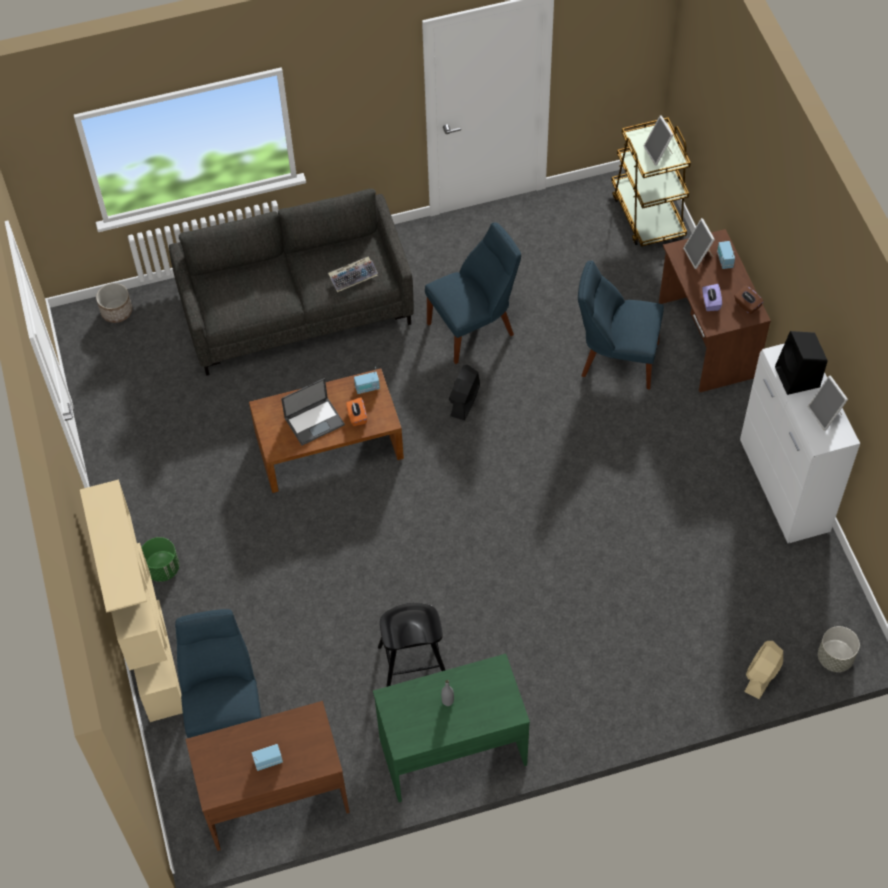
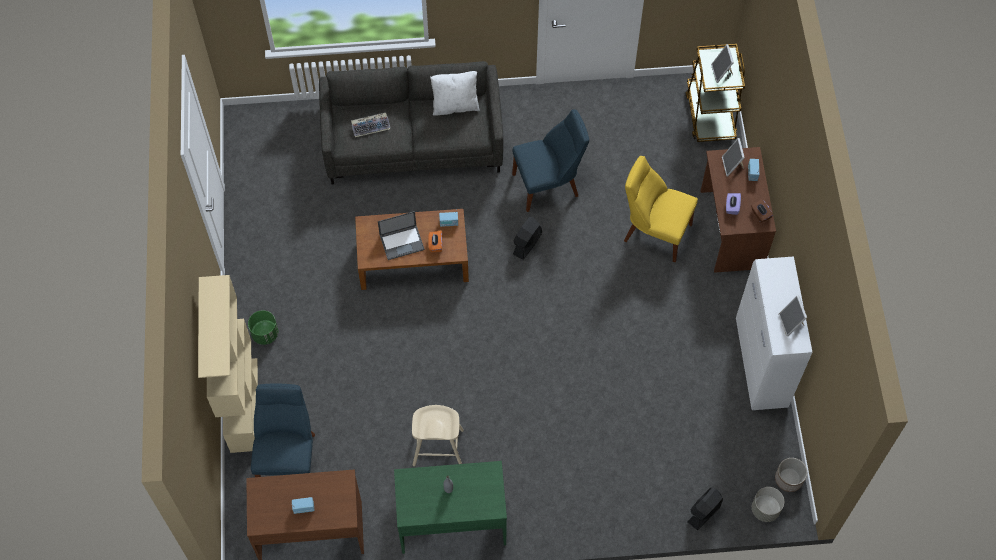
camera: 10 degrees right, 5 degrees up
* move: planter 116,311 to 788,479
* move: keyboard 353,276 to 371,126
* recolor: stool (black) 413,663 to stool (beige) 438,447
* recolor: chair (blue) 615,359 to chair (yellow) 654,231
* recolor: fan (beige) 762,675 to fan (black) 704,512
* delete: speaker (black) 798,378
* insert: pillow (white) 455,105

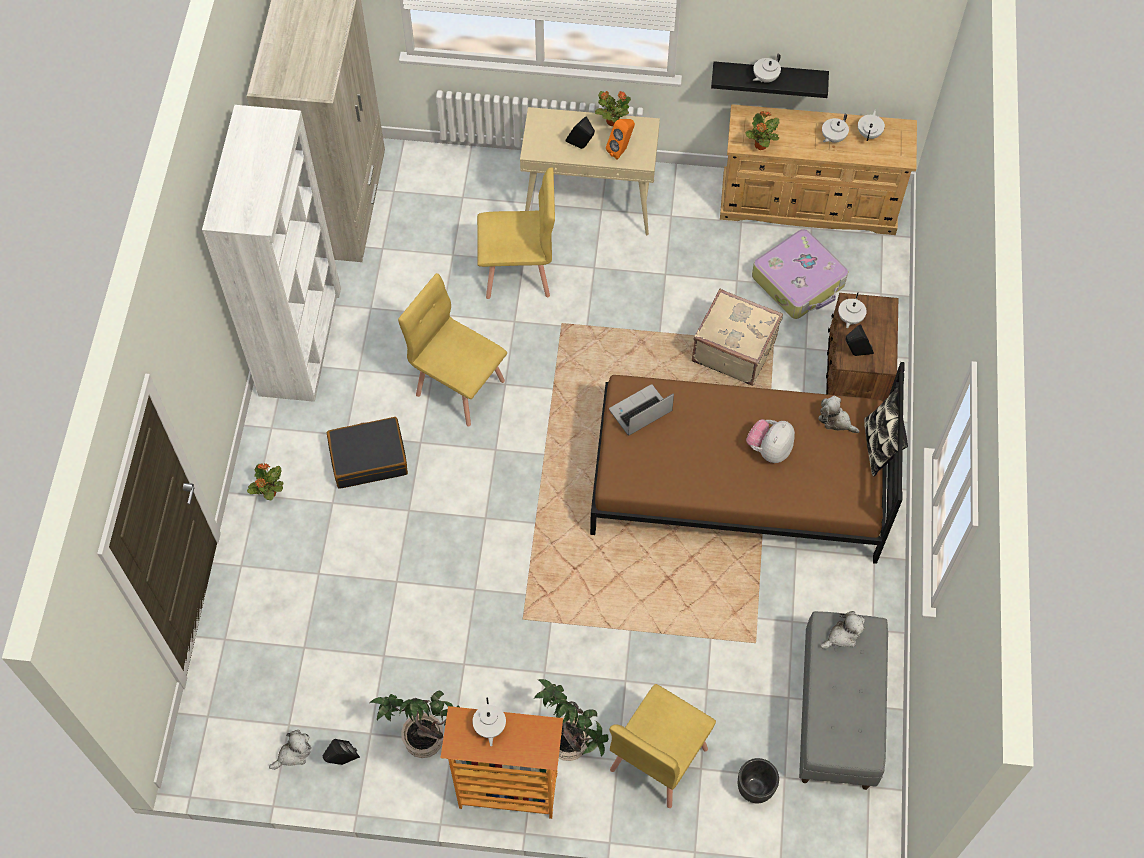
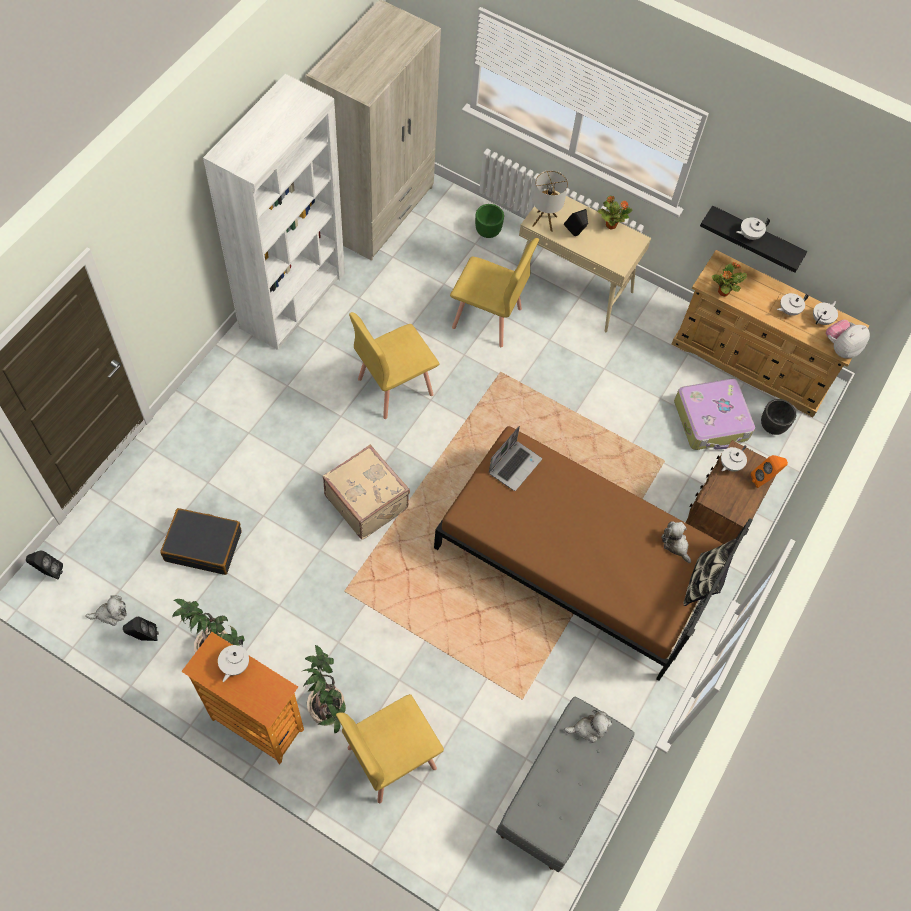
camera: 20 degrees right, 0 degrees up
* delete: potted plant 269,493
* move: suitcase (black) 368,458 to 203,545
* rotate: chair (yellow) 460,386 = 394,386 90 degrees counterclockwise
* move: speaker (orange) 621,150 to 764,479
* rotate: laptop 640,412 = 515,465 135 degrees clockwise
* move: suitcase (beige) 734,349 to 367,501
* move: planter (black) 755,788 to 772,426
* move: plush toy 769,449 to 840,348
* move: speaker (black) 855,353 to 49,572
* insert: planter (green) 488,231
* insert: table lamp 544,221

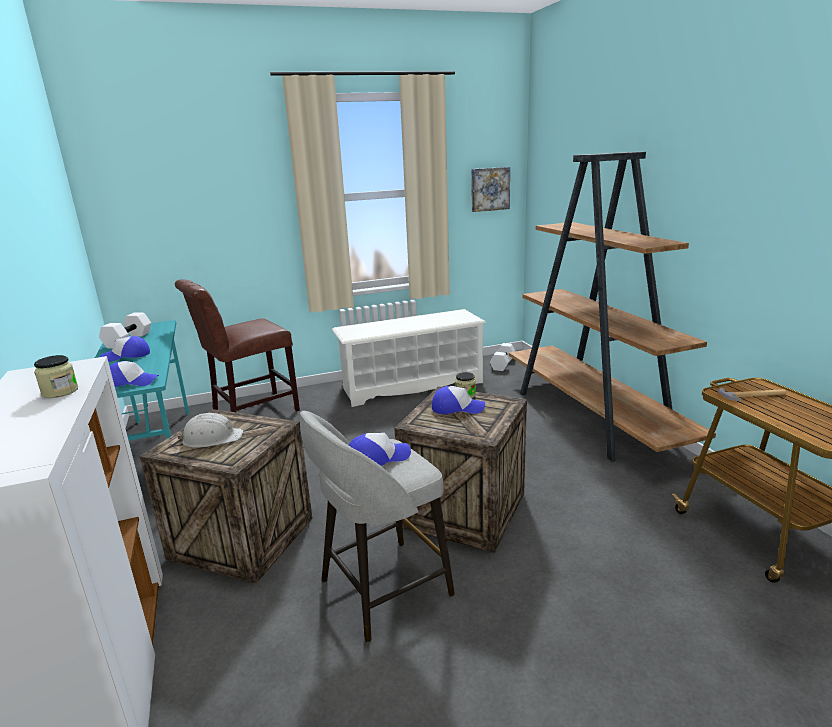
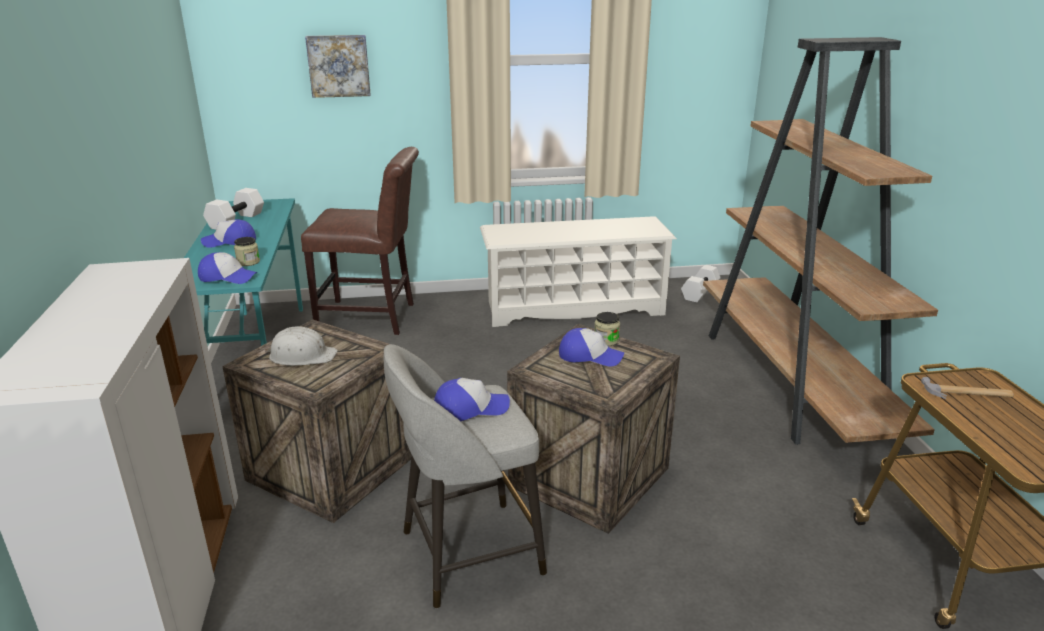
camera: 10 degrees right, 5 degrees up
* move: jar 60,392 to 248,262
* rotate: chair (brown) 250,412 = 372,318 150 degrees counterclockwise
* move: picture 489,189 to 338,65

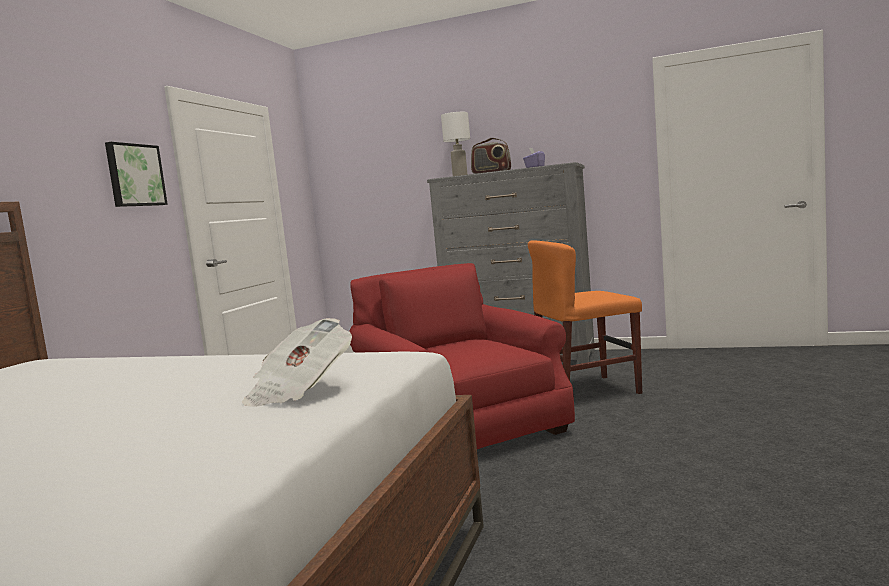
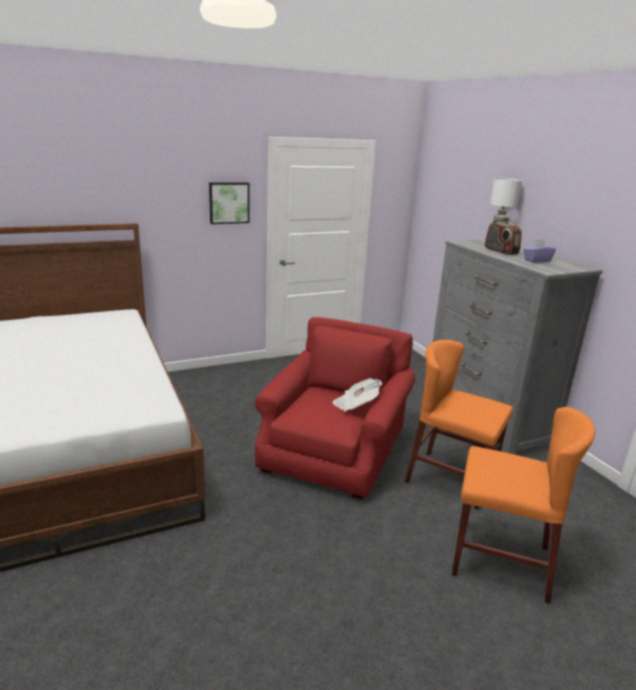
camera: 45 degrees right, 15 degrees up
* move: newspaper 299,391 to 355,405
* insert: chair (orange) 500,561

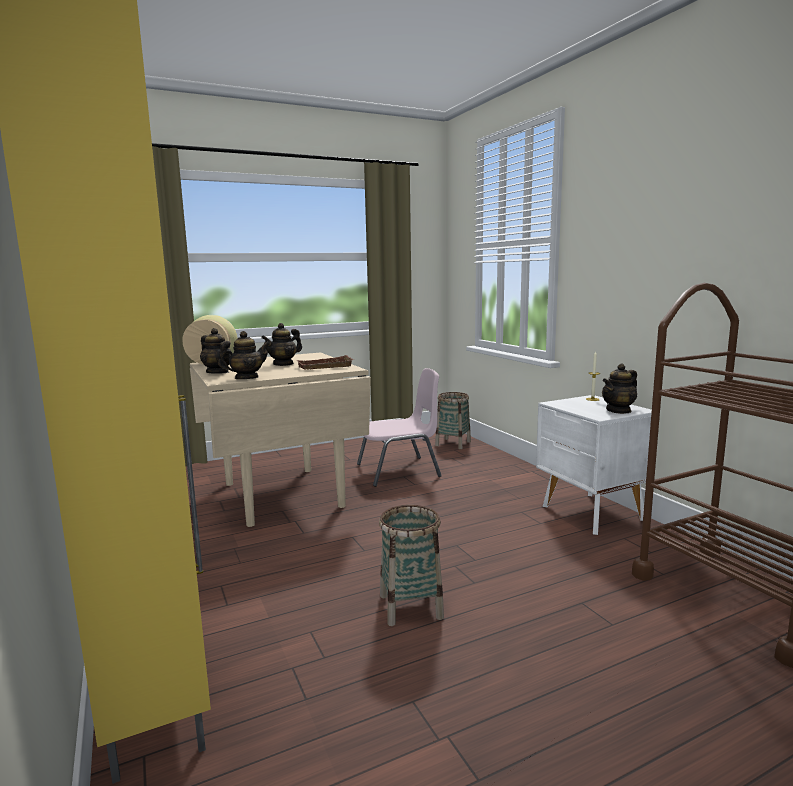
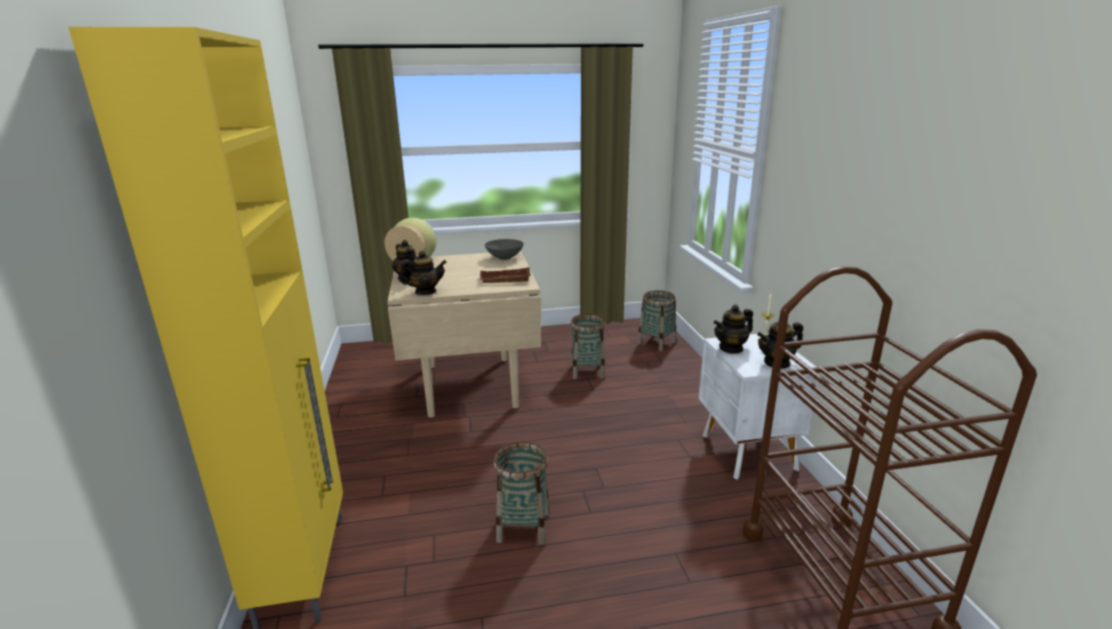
camera: 15 degrees right, 10 degrees up
* move: teapot 283,364 to 731,348
* replace: chair (pink) 399,471 to basket 587,371
* insert: bowl (grey) 504,258

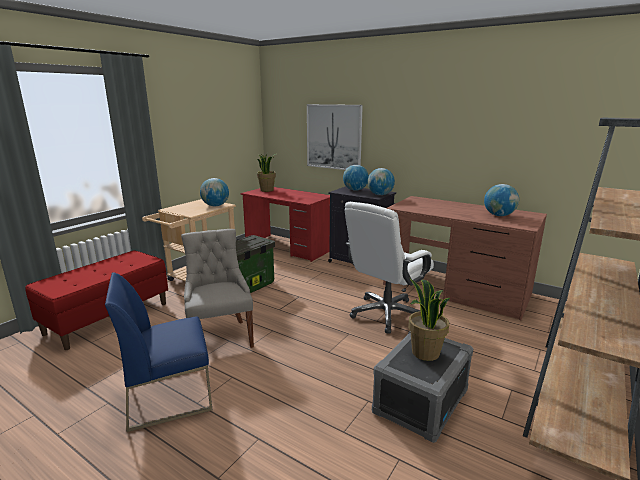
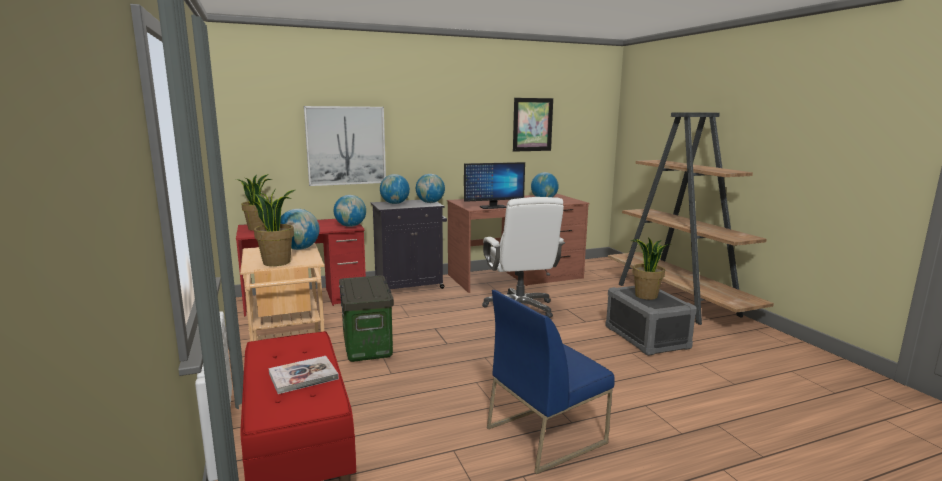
camera: 55 degrees left, 5 degrees down
* rotate: chair (blue) 170,396 = 546,434 45 degrees clockwise
* delete: chair (grey) 220,337
* insert: potted plant 277,262
* insert: book 303,376
* insert: globe 350,226
* insert: monitor 493,207
* insert: picture 532,124

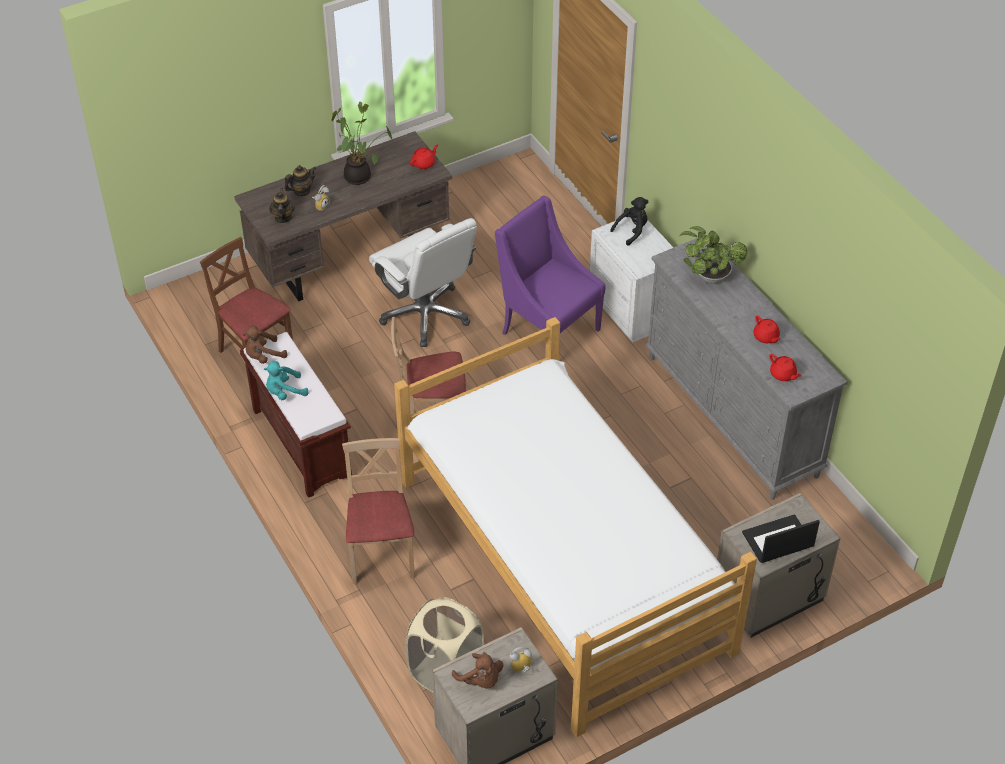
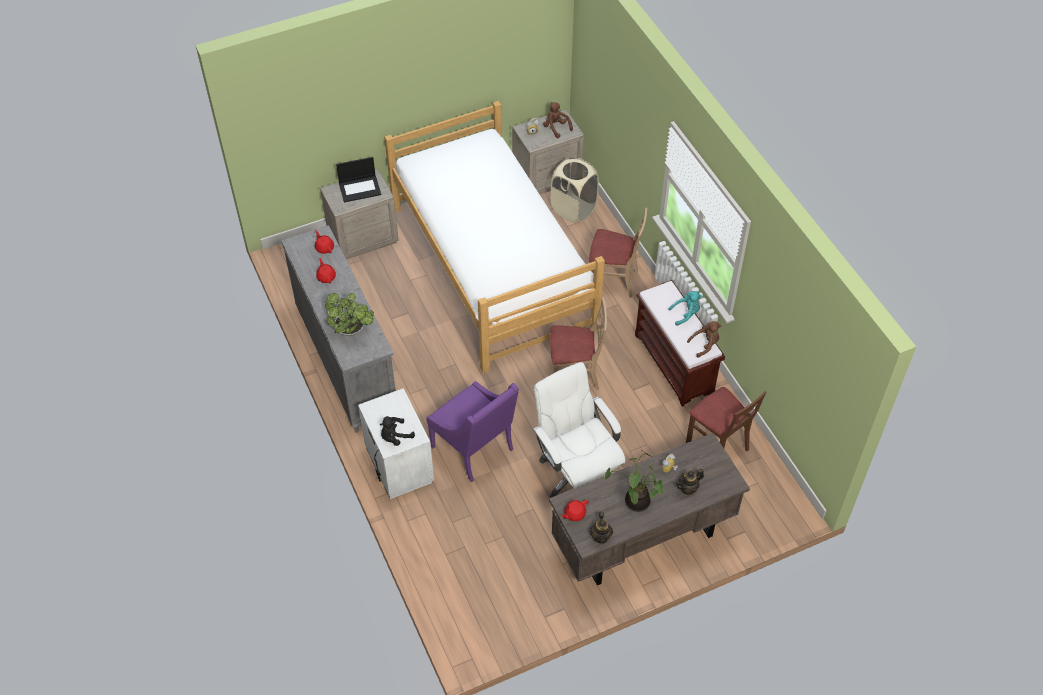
camera: 175 degrees left, 5 degrees up
* move: teapot 282,218 to 601,536
* rotate: chair (beige) 381,555 = 613,280 75 degrees counterclockwise

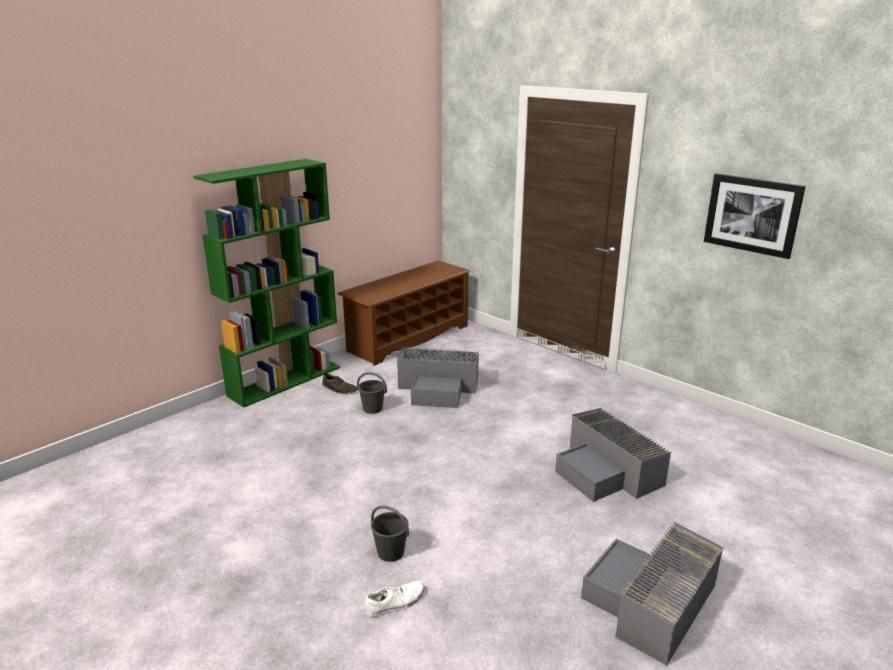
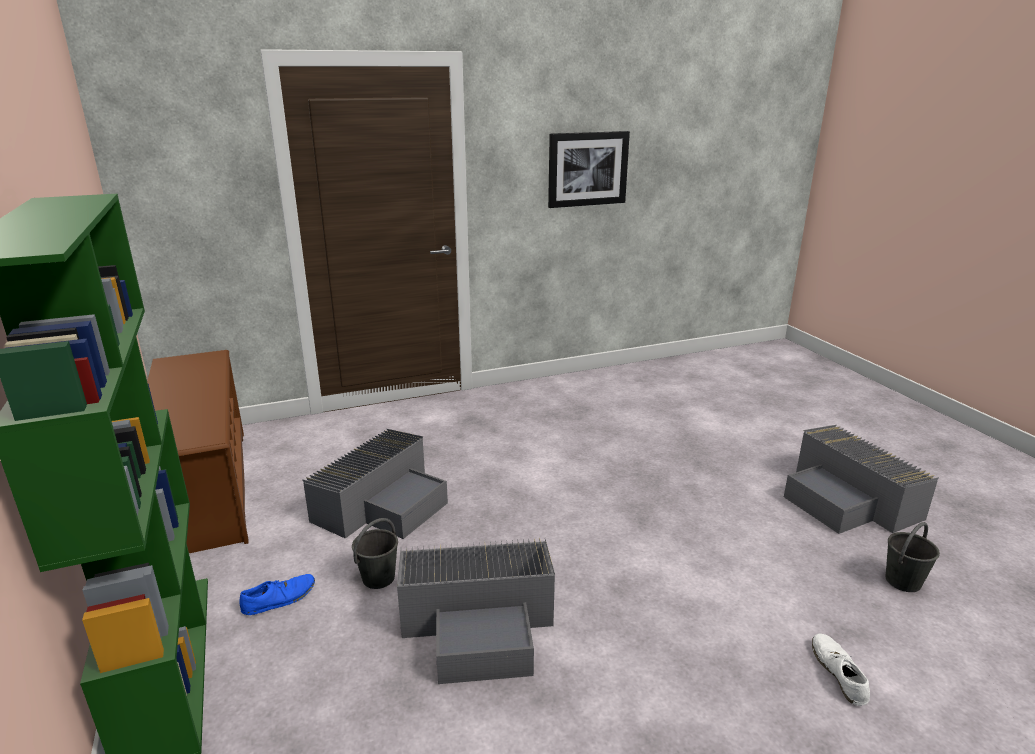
camera: 65 degrees left, 0 degrees up
* recolor: shoe (brown) 339,389 to shoe (blue) 279,599
* move: bucket (grey) 390,552 to 902,581
* move: storage box (grey) 608,472 to 481,623

